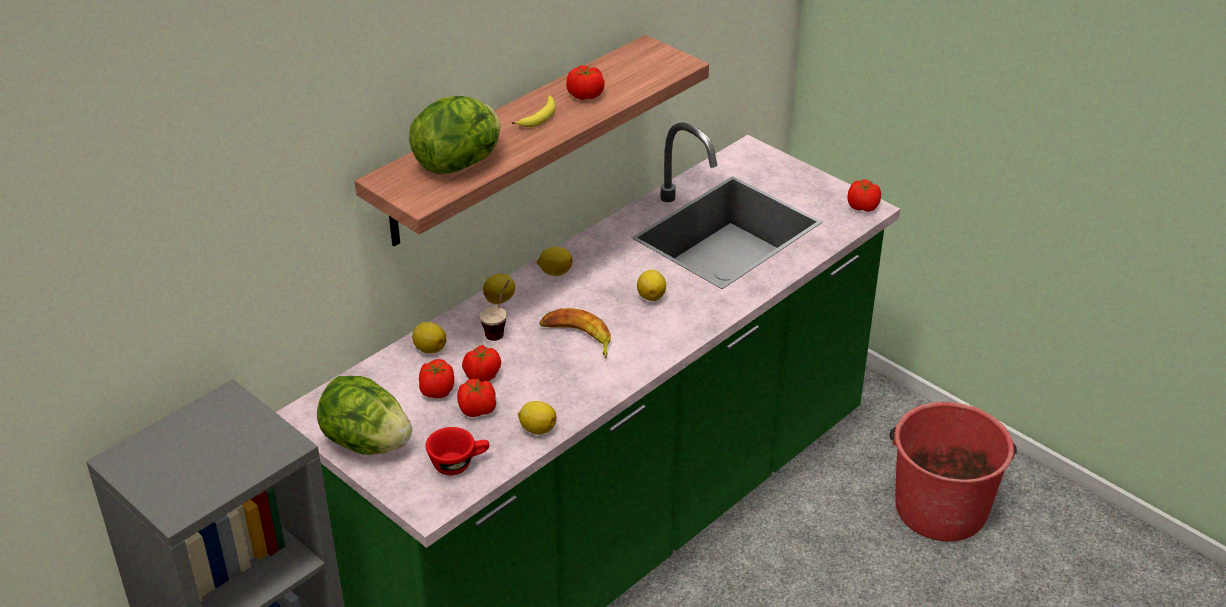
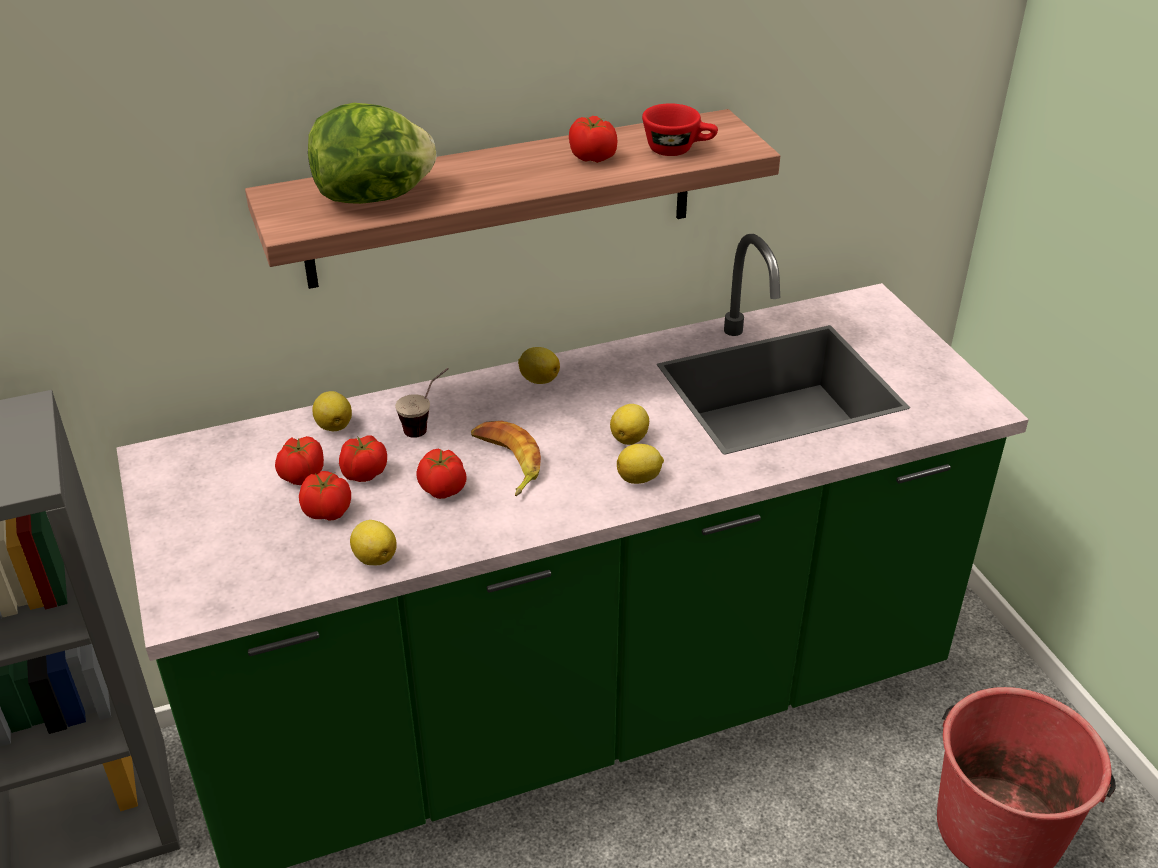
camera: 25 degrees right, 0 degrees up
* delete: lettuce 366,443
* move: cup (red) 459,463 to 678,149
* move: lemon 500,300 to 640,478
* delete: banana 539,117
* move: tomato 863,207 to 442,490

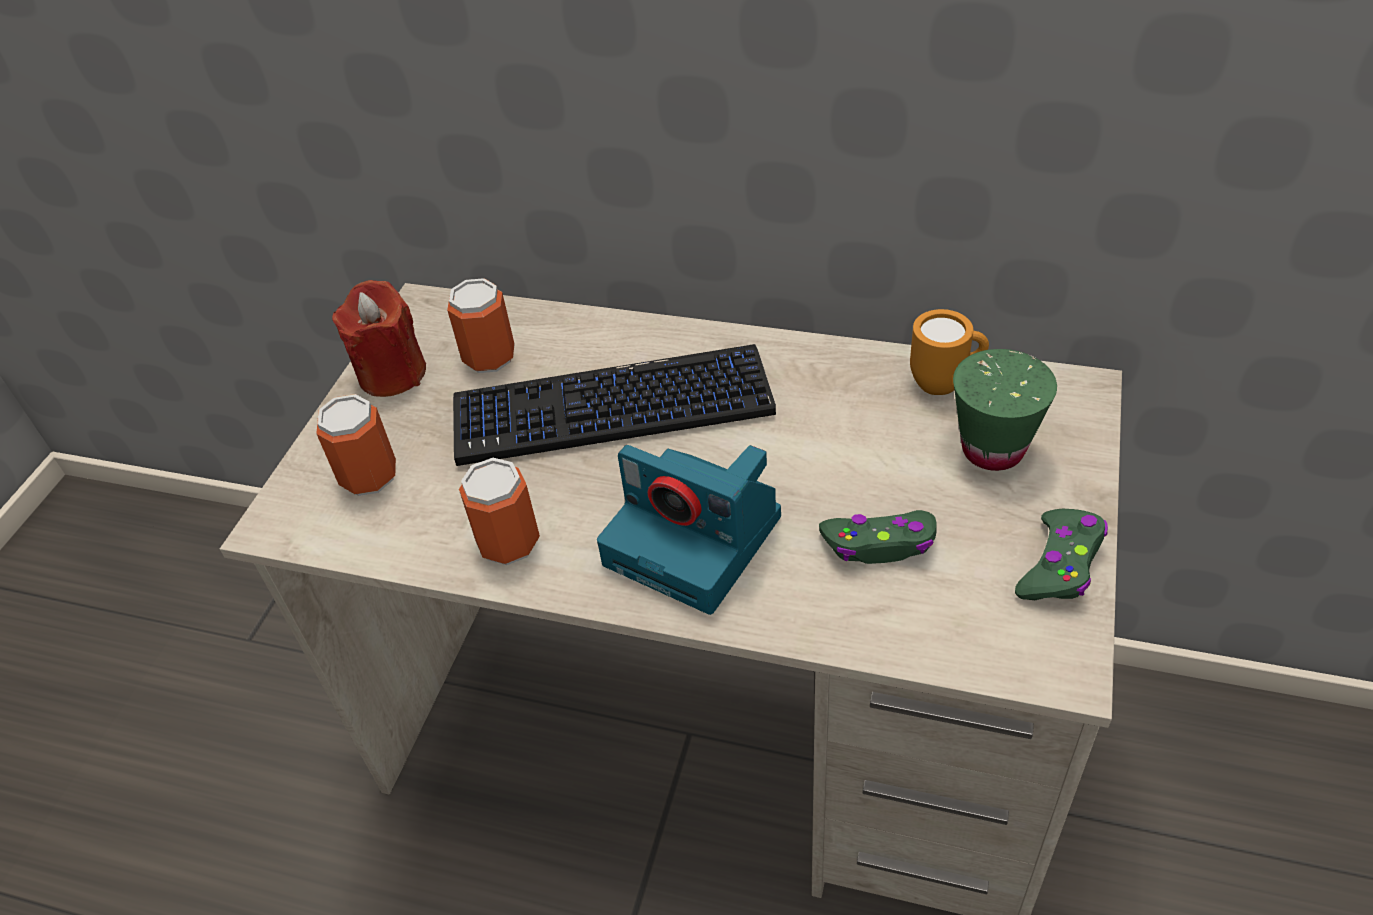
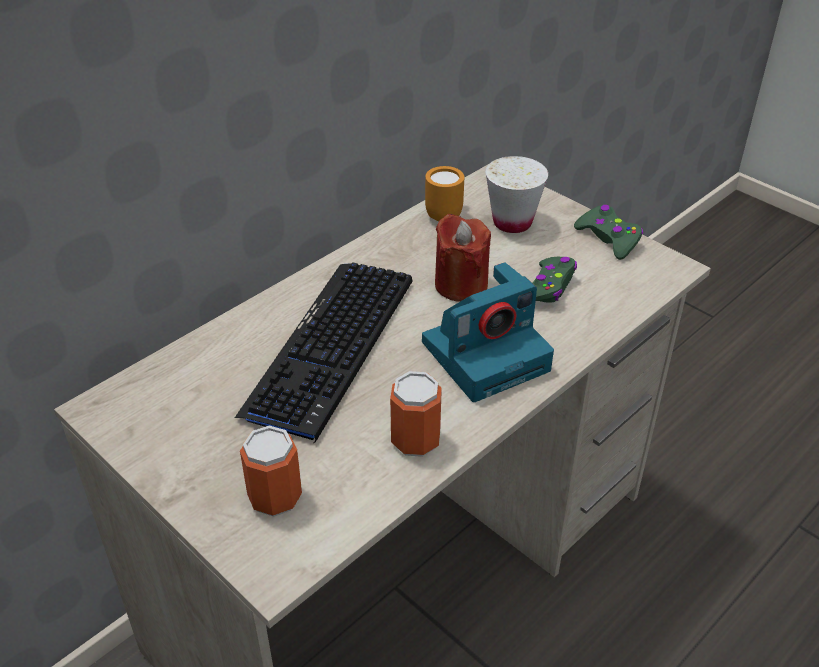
camera: 65 degrees left, 5 degrees down
* move: candle (red) 392,373 to 461,285
* delete: can 489,357
* recolor: cup (green) 992,449 to cup (white) 512,222

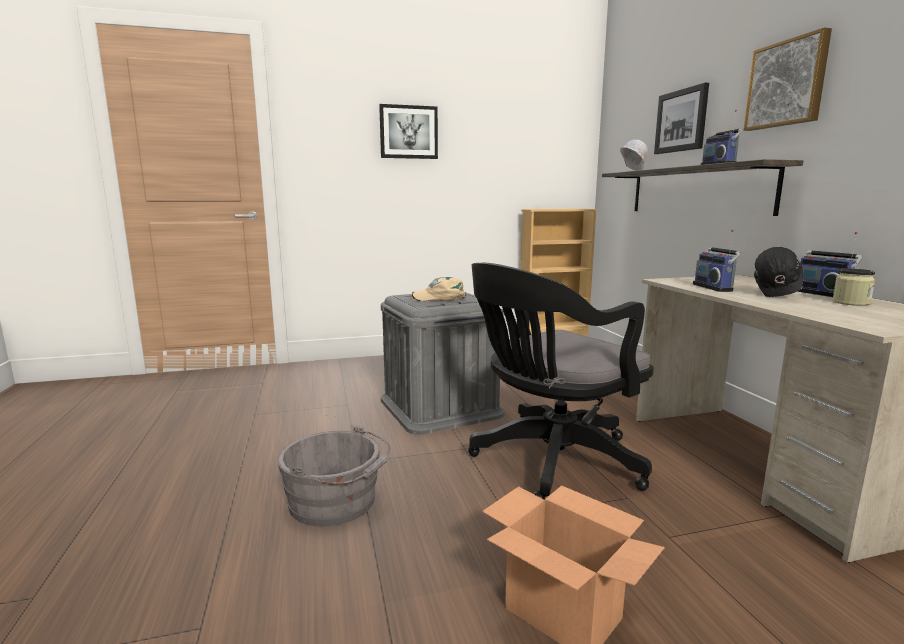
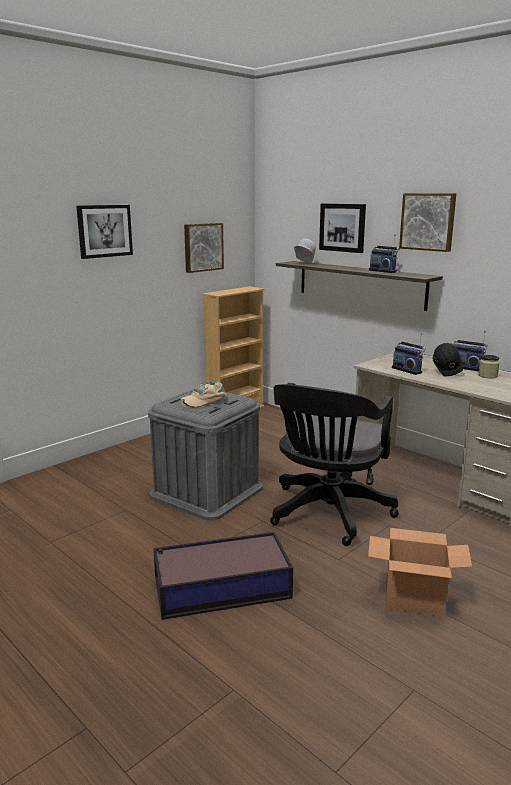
camera: 30 degrees left, 5 degrees up
* replace: bucket (grey) 337,502 to storage box 220,587
* insert: picture 202,247

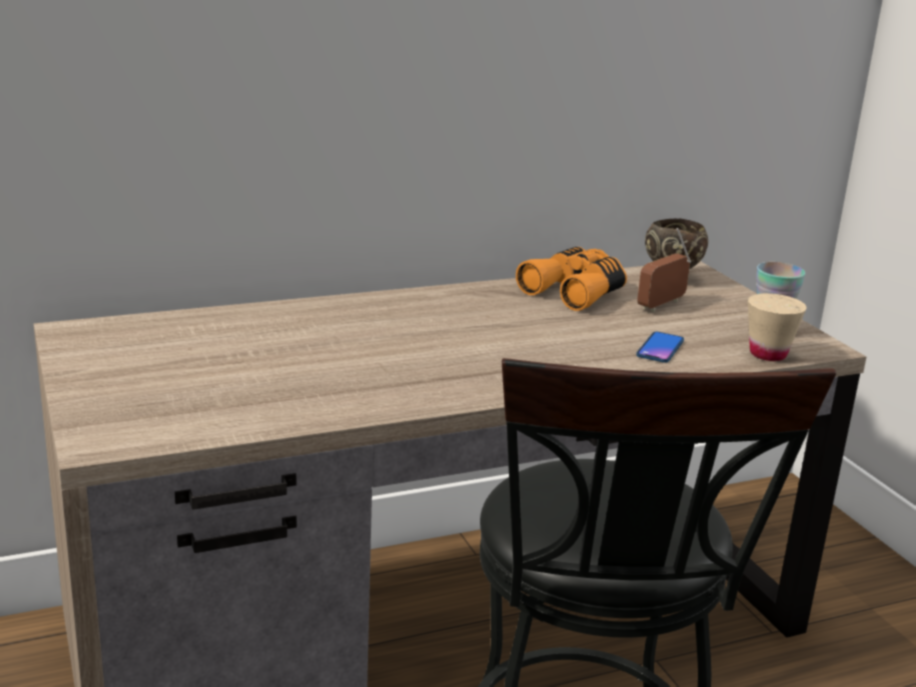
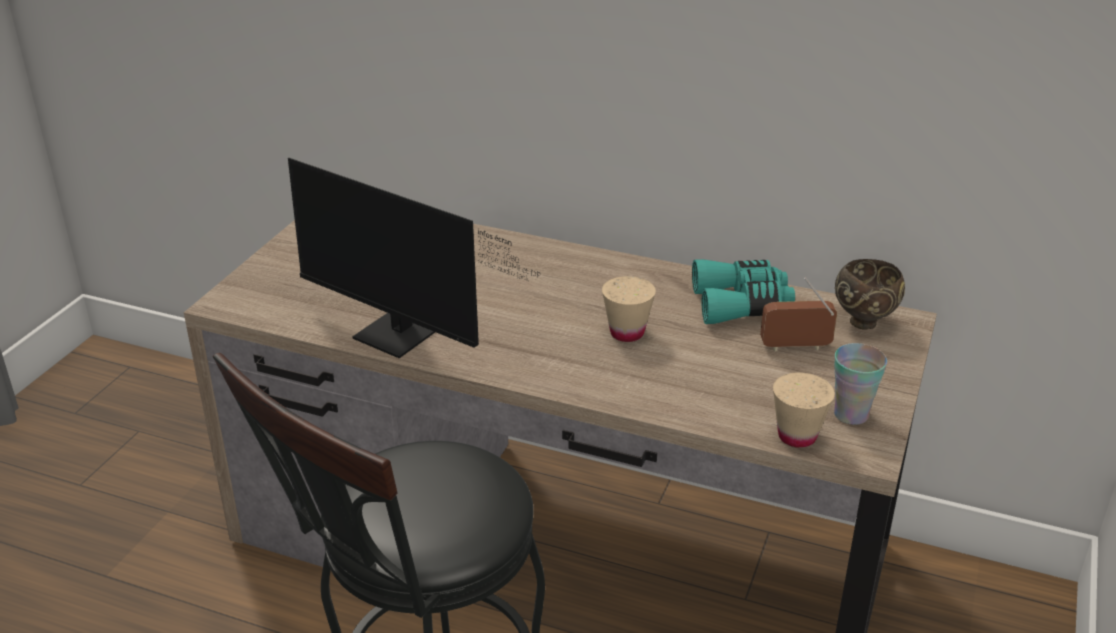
camera: 45 degrees right, 10 degrees up
* recolor: binoculars (orange) 576,292 to binoculars (turquoise) 741,304
* delete: phone 660,348
* insert: monitor 402,339
* insert: cup (beige) 627,333

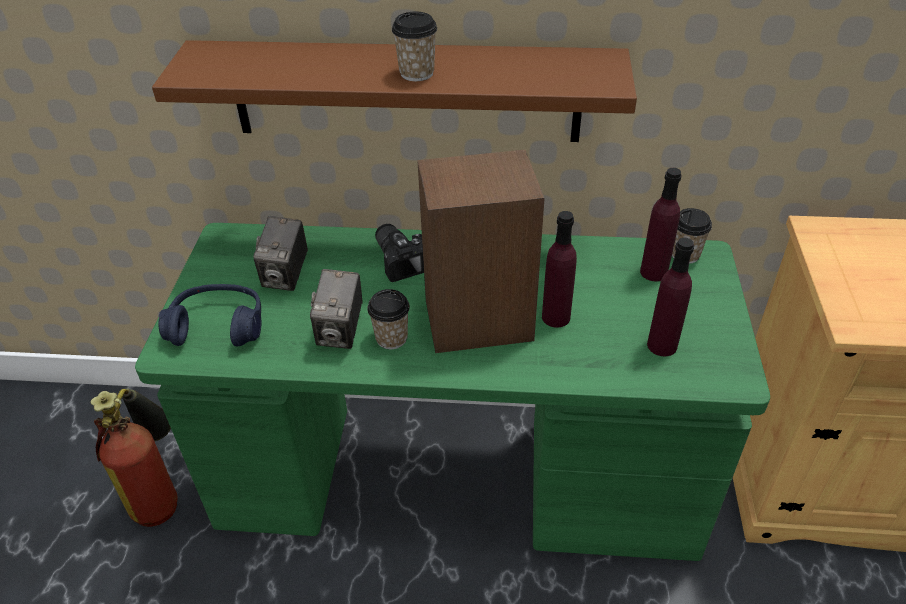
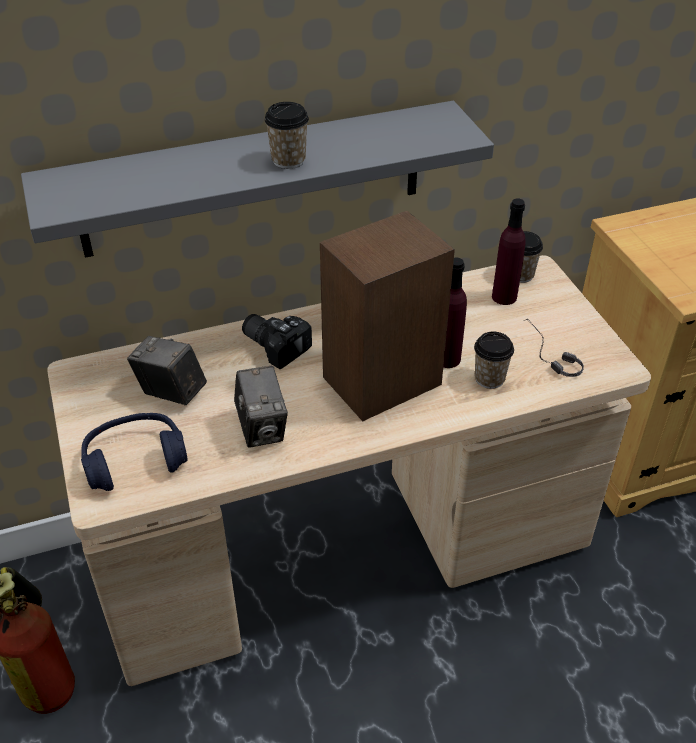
camera: 25 degrees left, 0 degrees up
* recolor: desk (green) 458,480 to desk (beige) 347,552
* recolor: shelf (brown) 405,91 to shelf (grey) 253,180
* rotate: photo camera 286,276 = 171,392 135 degrees clockwise
* move: cup 391,338 to 489,378
* replace: bottle (purple) 662,345 to headphones 547,357

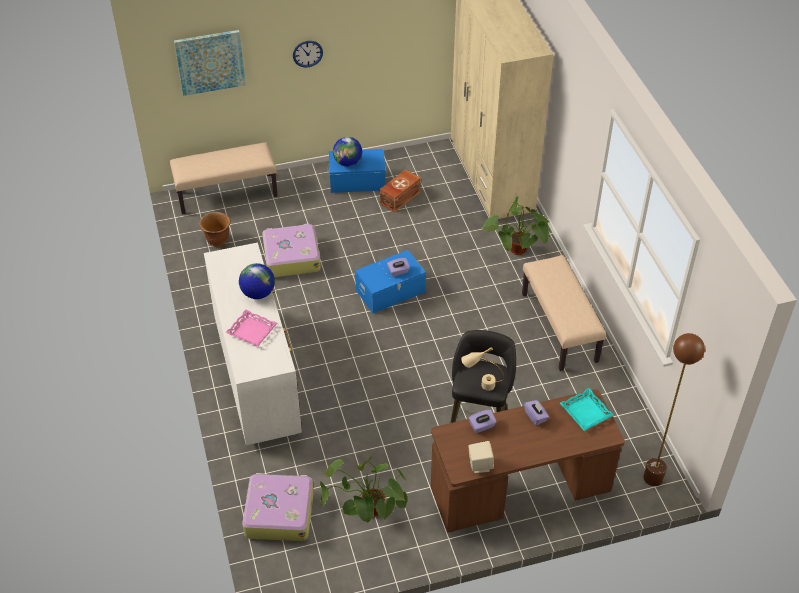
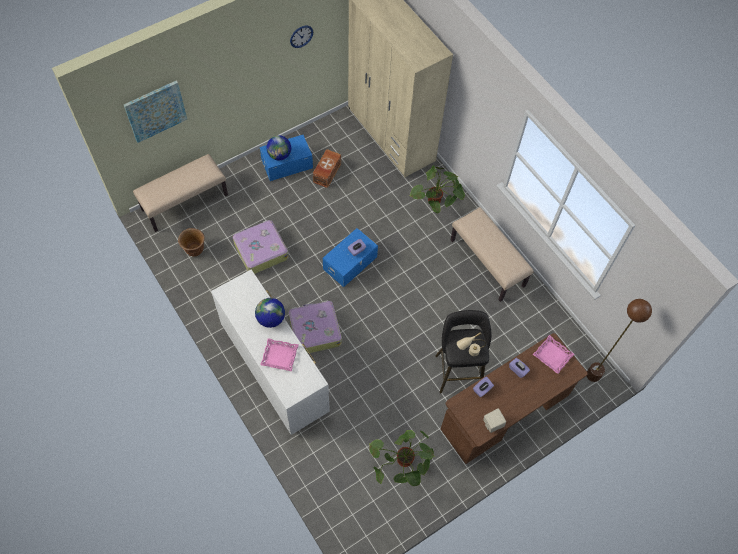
camera: 20 degrees left, 15 degrees up
* move: suitcase 279,513 to 314,330
* move: wall clock 307,53 to 301,36
* recolor: tray (turquoise) 586,412 to tray (pink) 552,355

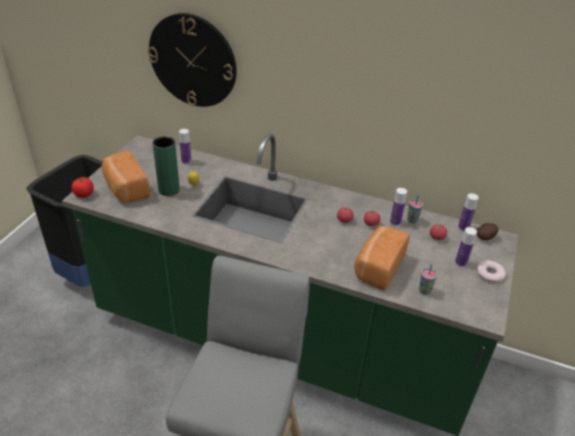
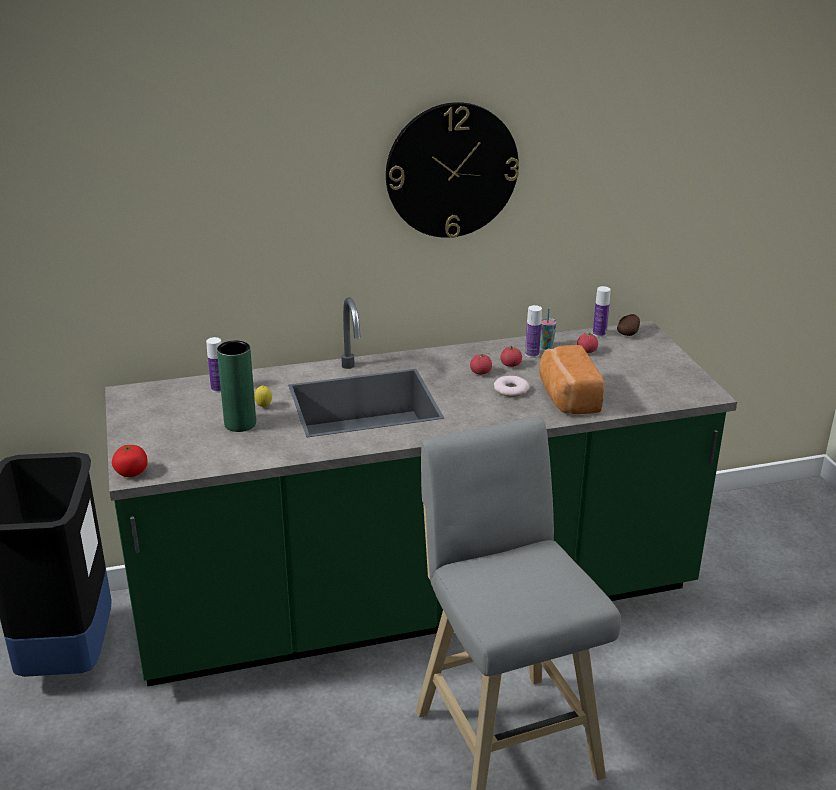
camera: 35 degrees left, 10 degrees down
* delete: bread 126,189
* move: wall clock 193,61 to 451,170
* delete: cup 424,291
* delete: bottle 461,263
* move: donut 489,273 to 511,390

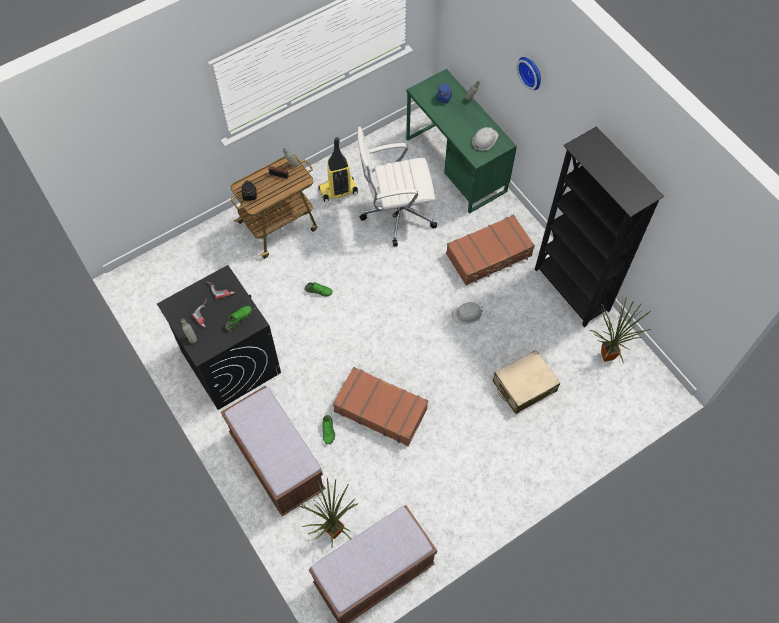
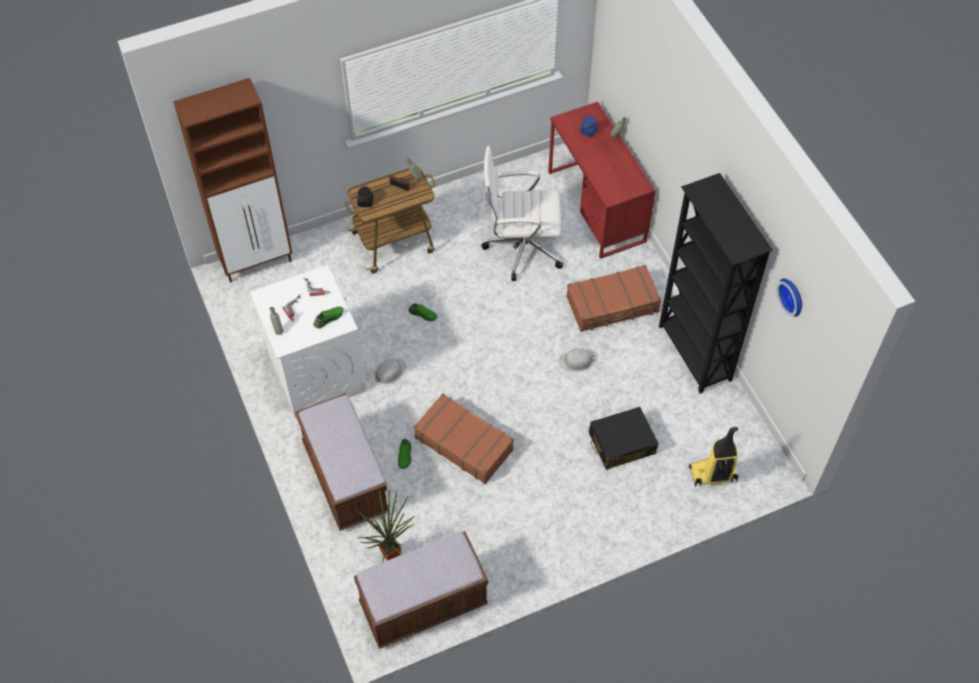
camera: 10 degrees right, 5 degrees down
* recolor: washing machine (black) 230,361 to washing machine (white) 317,371
* move: vacuum cleaner 338,191 to 712,474
* recolor: desk (green) 455,165 to desk (red) 596,206
* move: hard hat (white) 484,140 to 389,372
* recolor: suitcase (beige) 524,386 to suitcase (black) 621,443
* move: wall clock 531,72 to 793,296
* delete: potted plant 606,354
* insert: cabinet (brown) 257,261

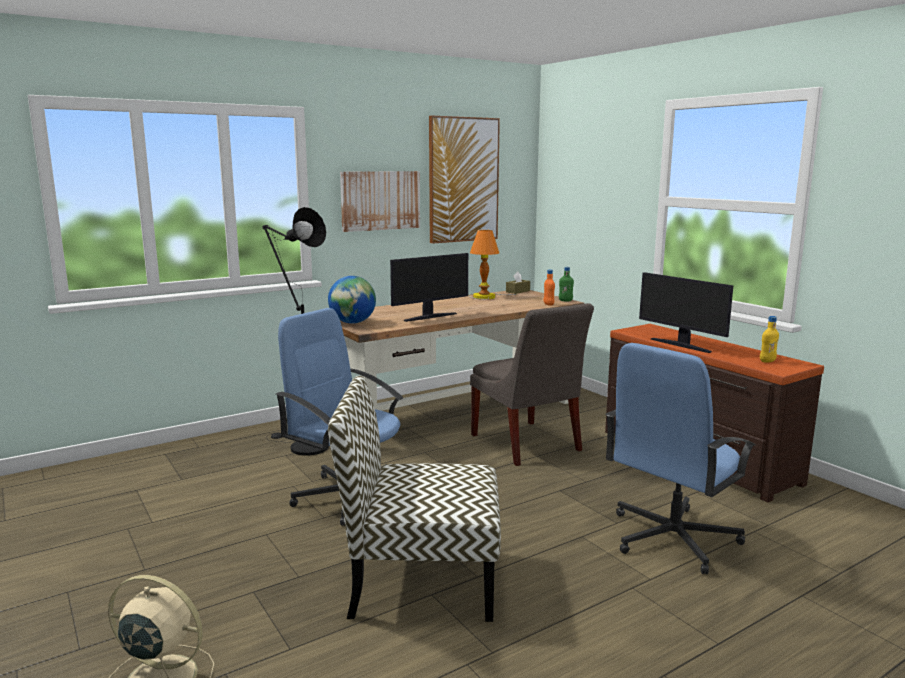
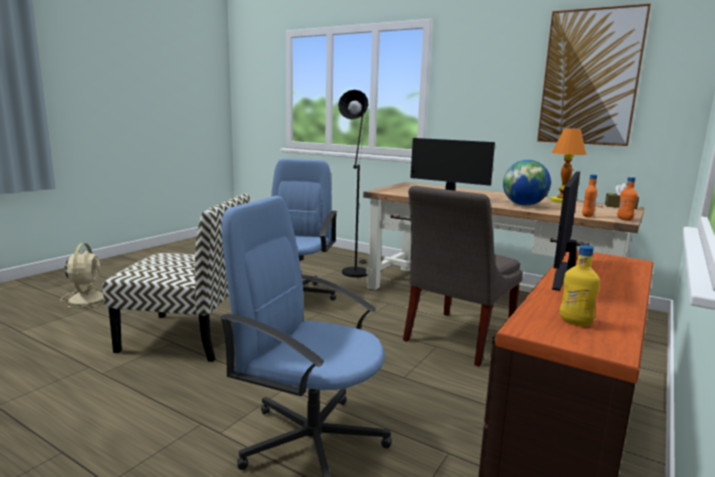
camera: 65 degrees right, 0 degrees up
* move: globe 353,323 to 524,205
* rotate: chair 420,582 = 187,336 120 degrees clockwise
* delete: picture 380,200
* recolor: bottle (green) 565,300 to bottle (orange) 624,219

